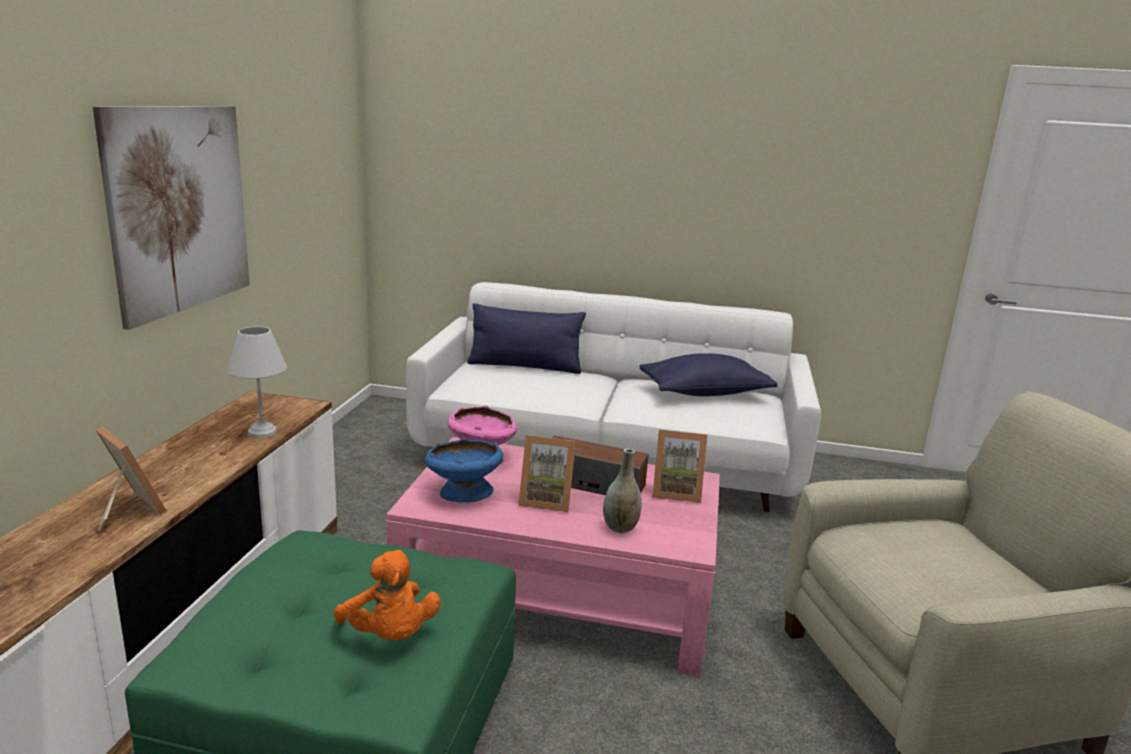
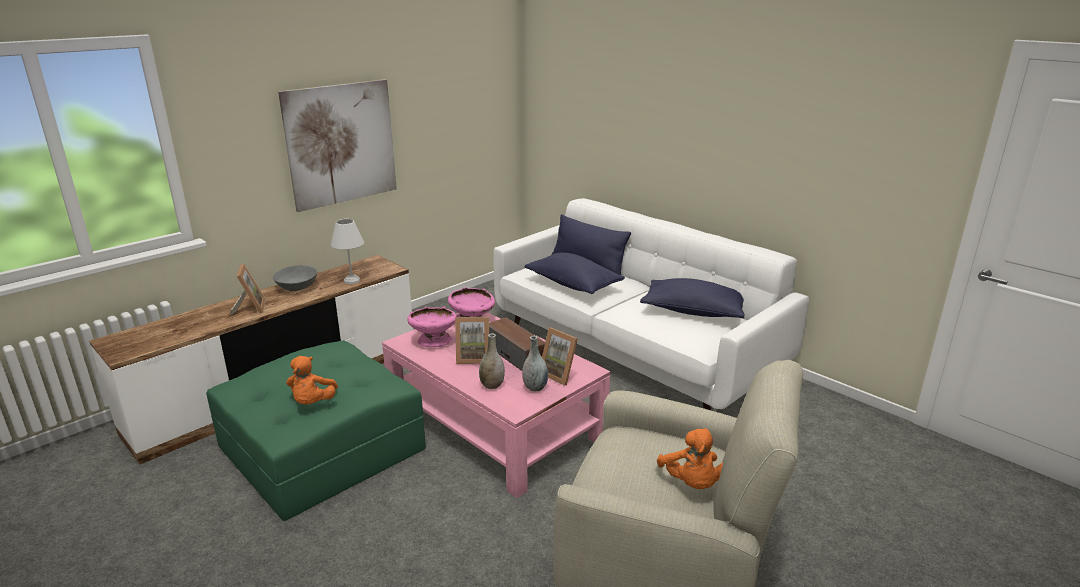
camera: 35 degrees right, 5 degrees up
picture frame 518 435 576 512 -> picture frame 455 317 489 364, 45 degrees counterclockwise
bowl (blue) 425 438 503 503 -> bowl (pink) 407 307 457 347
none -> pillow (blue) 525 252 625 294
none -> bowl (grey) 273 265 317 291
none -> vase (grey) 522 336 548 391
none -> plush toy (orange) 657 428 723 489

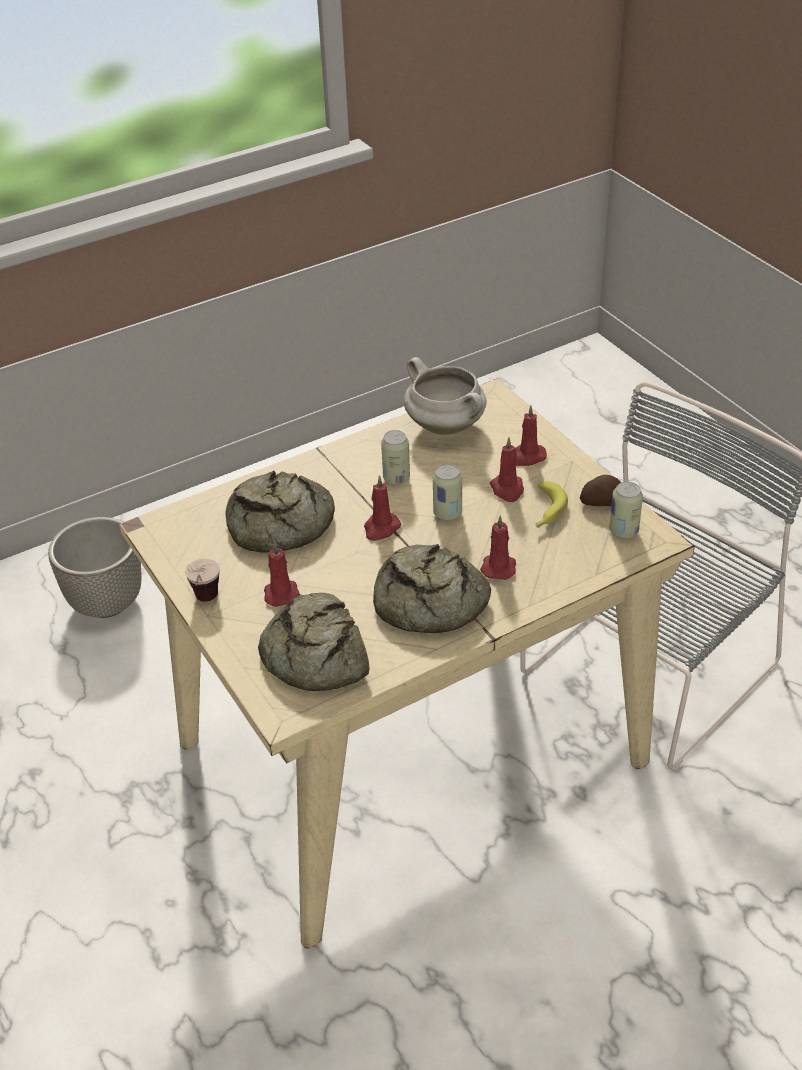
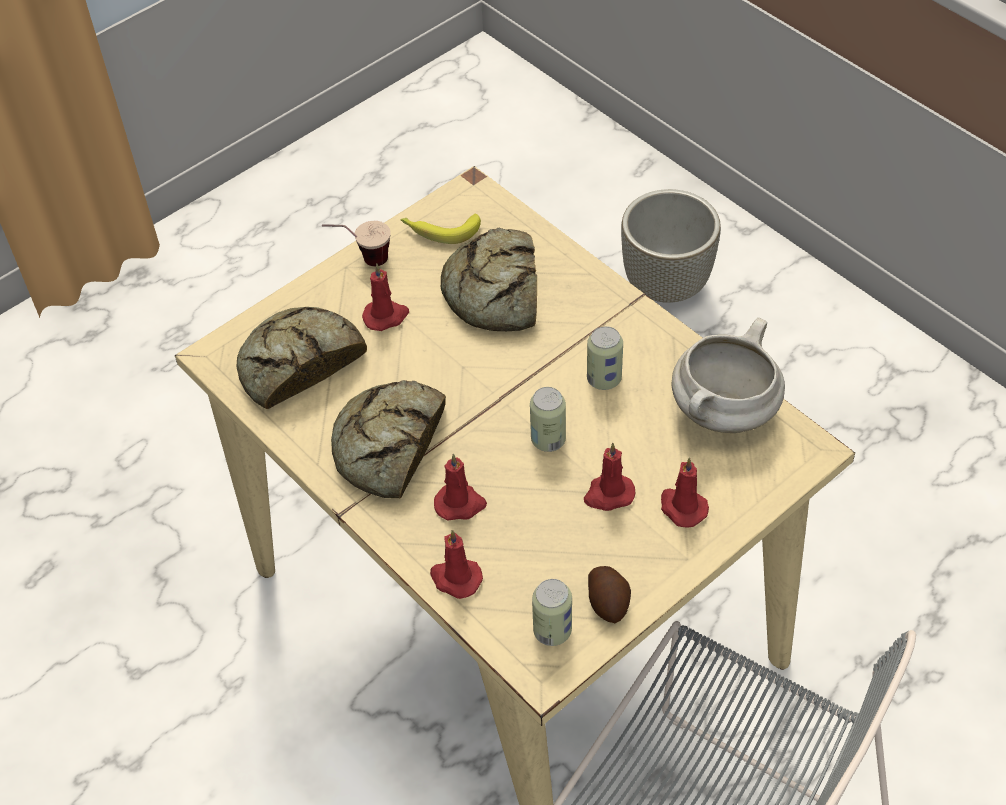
camera: 80 degrees right, 10 degrees up
candle (red) 364 475 401 541 -> candle (red) 430 530 483 599, shifted
banana 536 481 568 528 -> banana 400 213 481 244, shifted

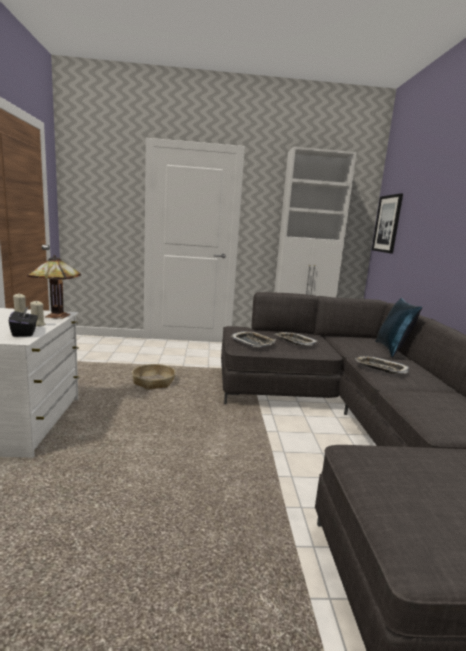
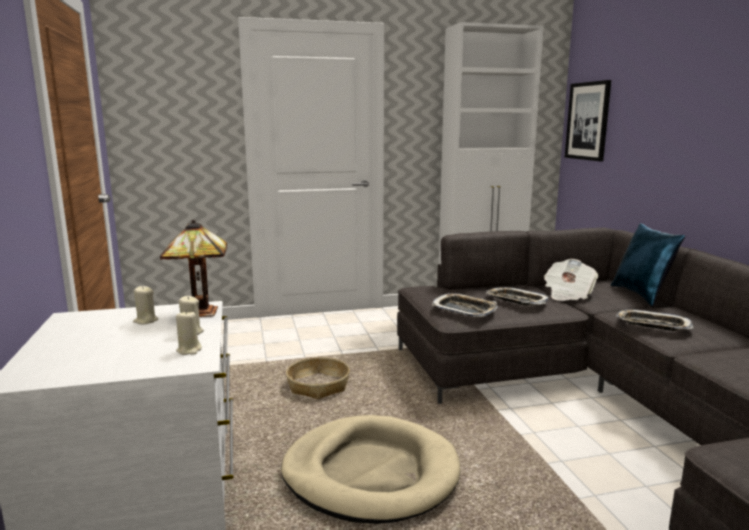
camera: 10 degrees left, 0 degrees up
tissue box (black) 9 306 38 337 -> candle (beige) 176 310 202 355
none -> newspaper 544 259 599 301
none -> dog bed (beige) 281 415 460 524

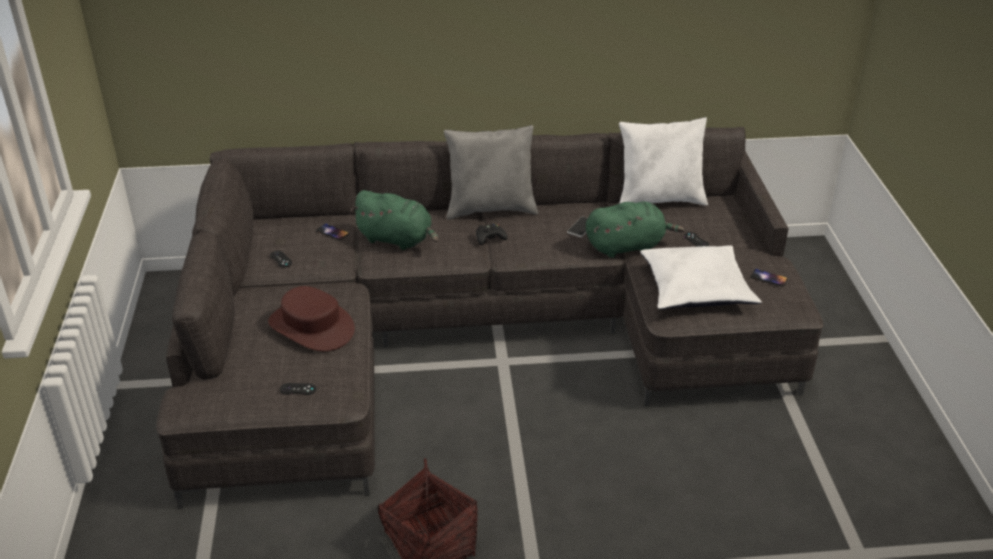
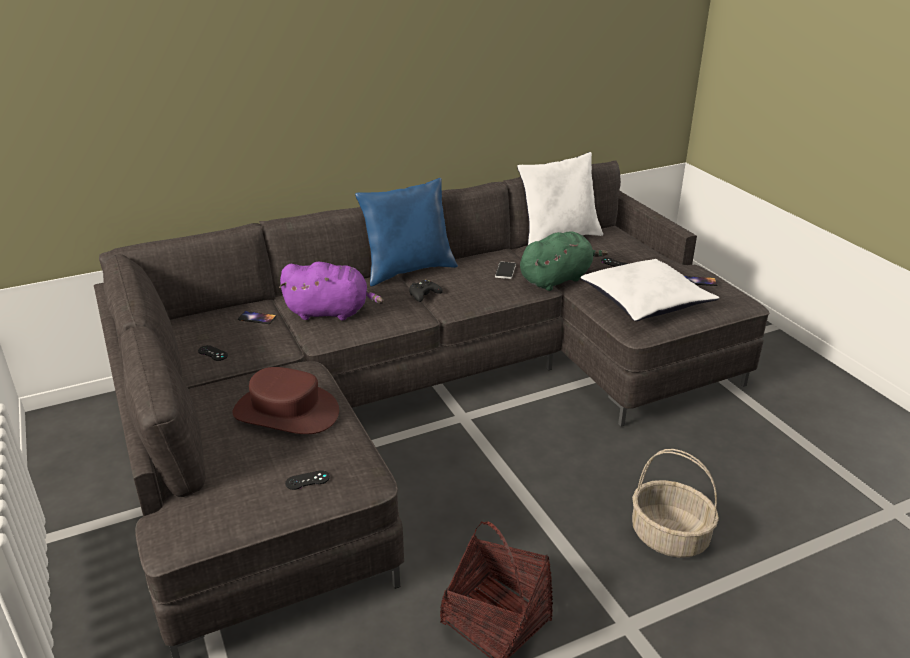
camera: 20 degrees left, 5 degrees down
pillow (grey) 444 125 539 220 -> pillow (blue) 355 178 458 286
plush toy (green) 350 190 439 250 -> plush toy (purple) 279 262 384 321
none -> basket 632 449 719 558

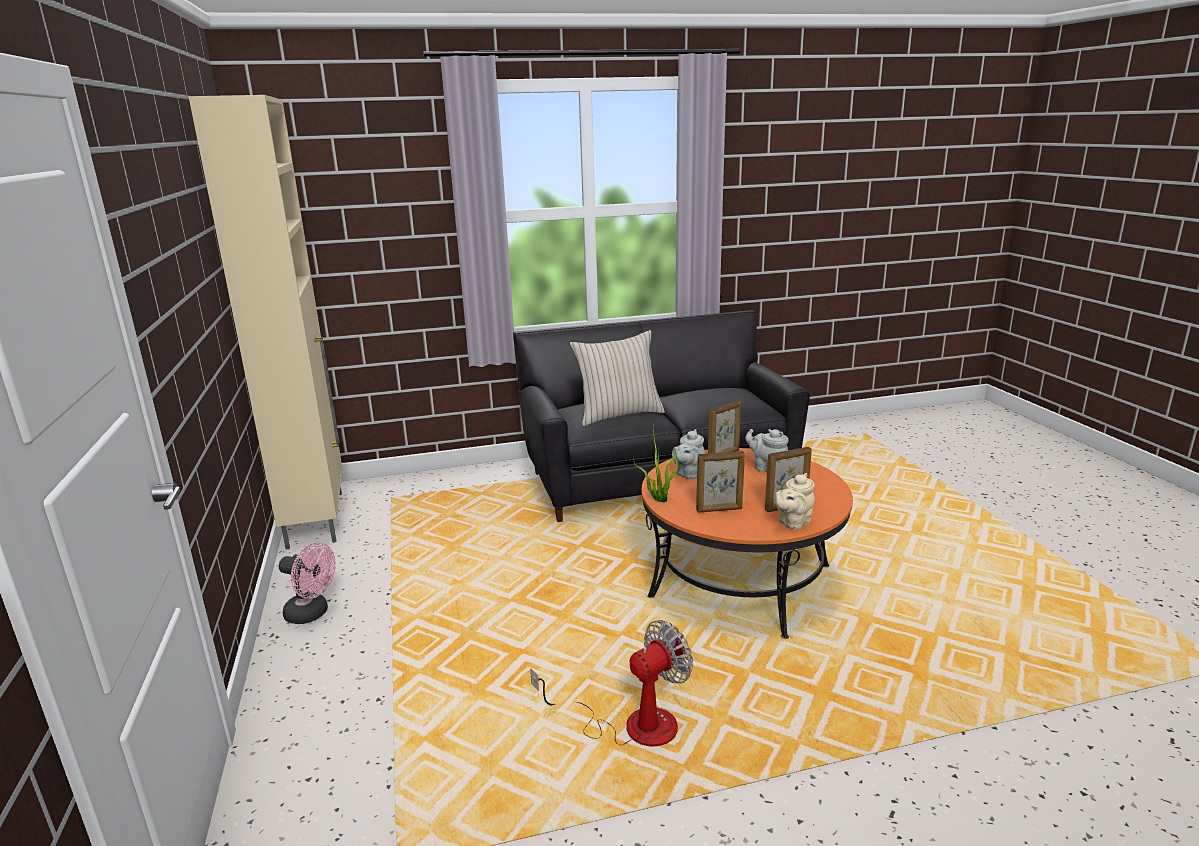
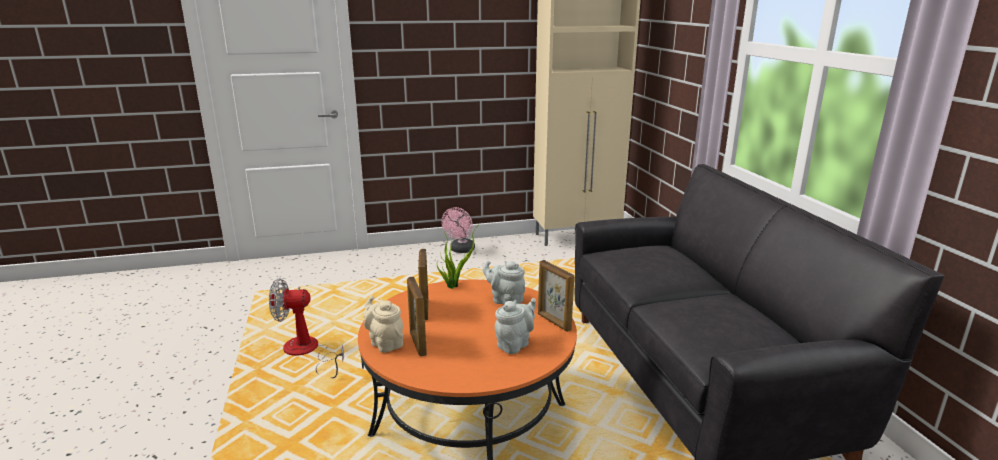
camera: 90 degrees right, 0 degrees up
pillow (beige) 570 330 665 426 -> none
fan 530 620 693 747 -> fan 269 278 344 378, 120 degrees clockwise

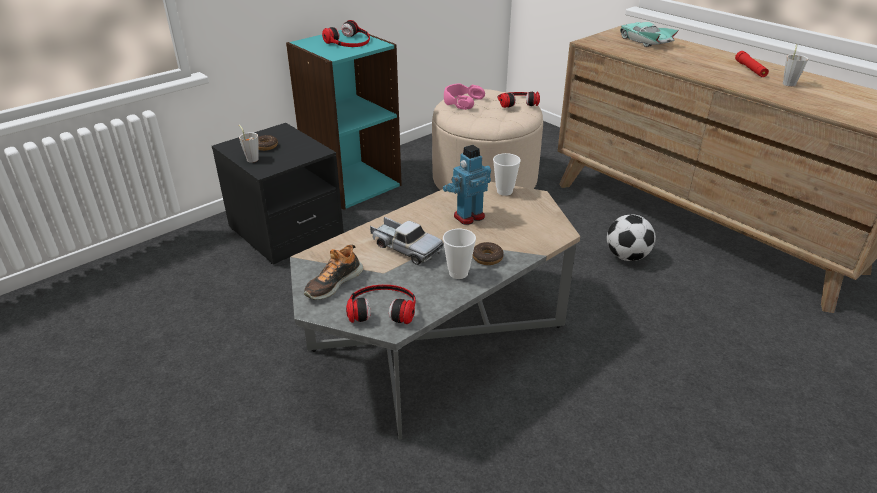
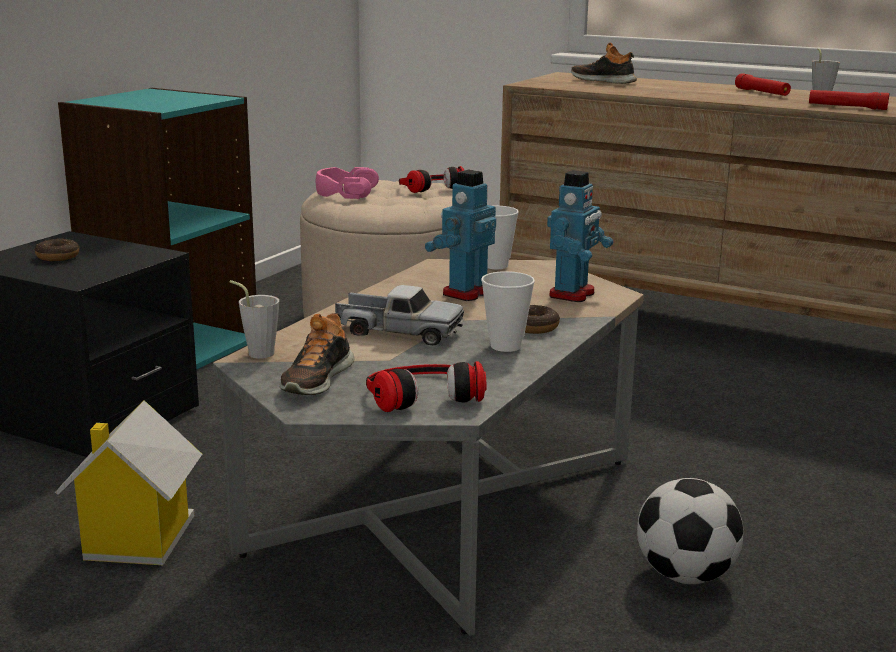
camera: 20 degrees left, 15 degrees down
headphones 322 20 370 47 -> none
toy car (turquoise) 620 22 679 47 -> shoe 571 43 637 84
cup (grey) 239 125 259 163 -> cup (grey) 229 280 279 359, shifted
football 607 214 656 261 -> football 637 478 743 584, shifted
none -> flashlight (red) 809 90 889 110
none -> toy robot 547 170 613 302
none -> toy house 55 400 202 565

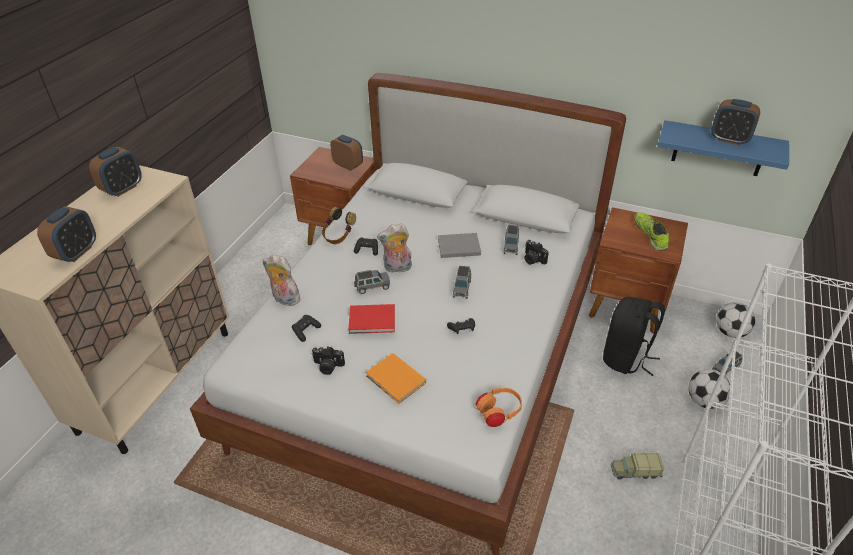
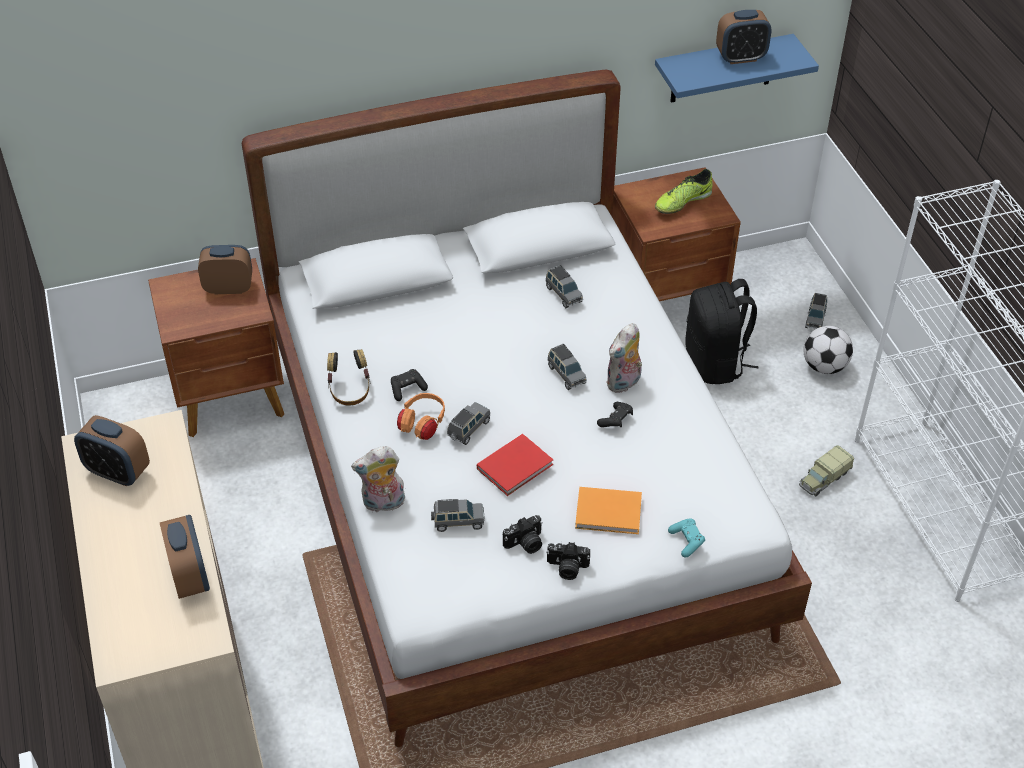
camera: 40 degrees left, 5 degrees up
alarm clock 89 147 142 197 -> alarm clock 74 415 150 486, 120 degrees clockwise
shoe 634 212 669 251 -> shoe 655 169 713 214, 75 degrees counterclockwise
plush toy 377 223 412 273 -> plush toy 606 323 642 393, shifted
book (grey) 438 233 481 258 -> none
photo camera 524 240 549 265 -> photo camera 546 542 590 580, shifted
football 716 302 755 338 -> none
game controller (black) 292 315 321 342 -> toy car (grey) 431 499 485 532
headphones (orange) 475 388 522 427 -> headphones (orange) 397 393 445 440, shifted
none -> game controller (turquoise) 668 518 705 557

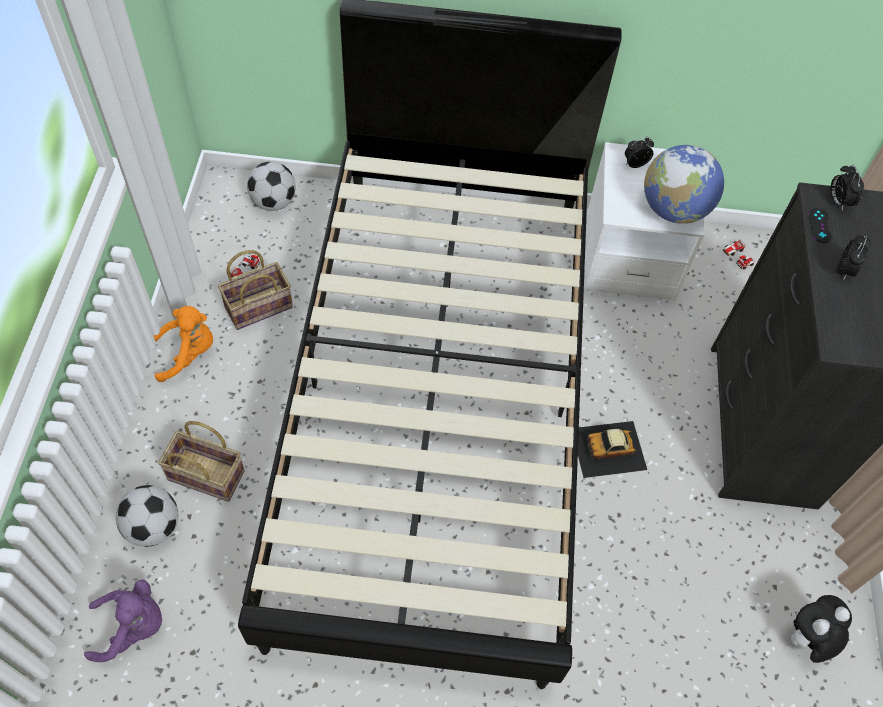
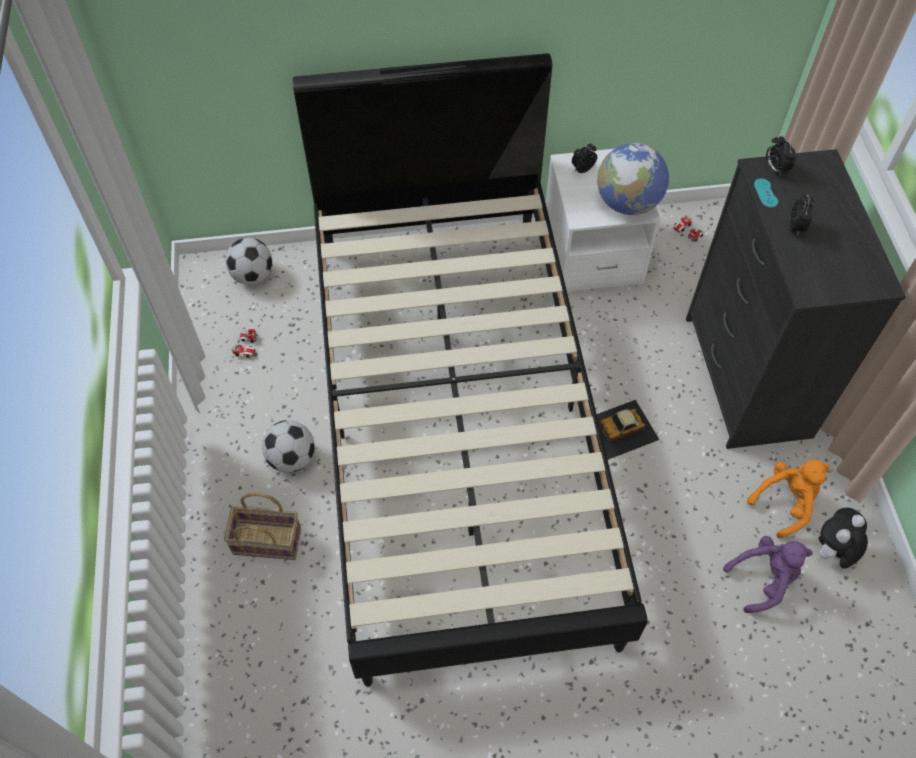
camera: 10 degrees left, 0 degrees up
game controller (black) 809 208 832 243 -> game controller (turquoise) 754 178 778 208
basket 218 250 293 330 -> none
plush toy (orange) 153 306 213 382 -> plush toy (orange) 747 460 830 538, shifted
football 116 485 178 547 -> football 262 420 315 473, shifted
plush toy (purple) 84 580 162 662 -> plush toy (purple) 723 536 813 613, shifted

